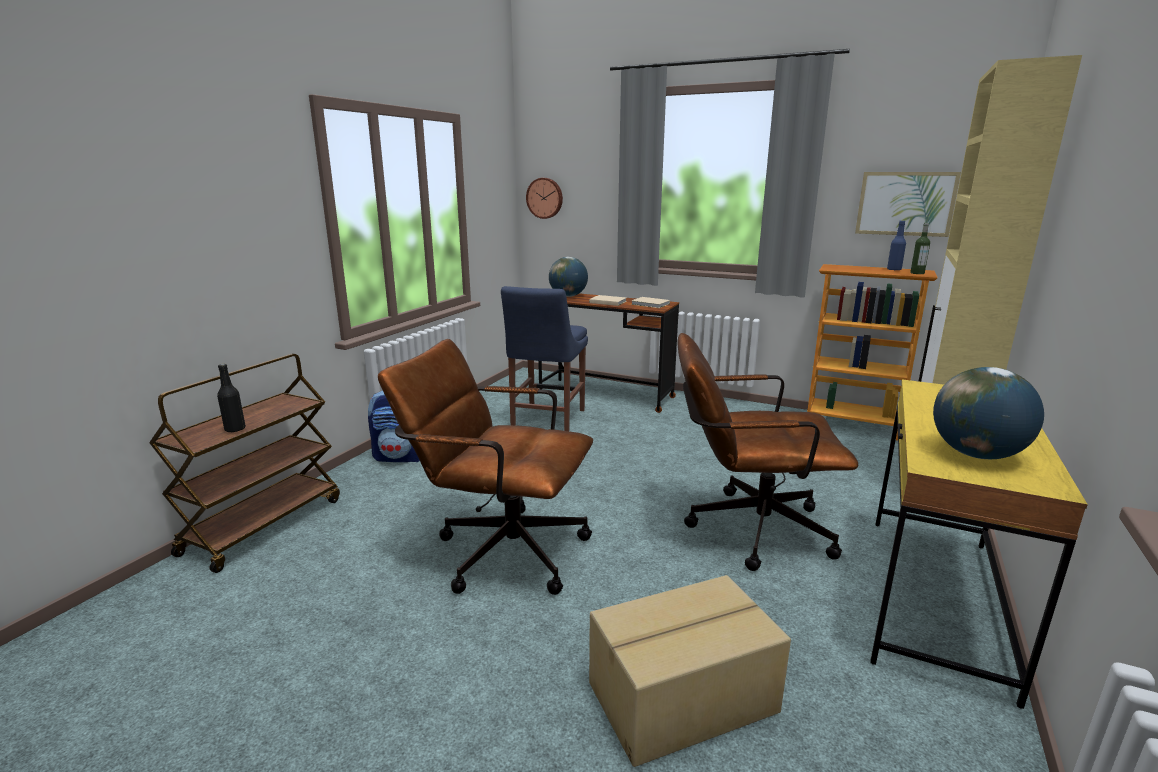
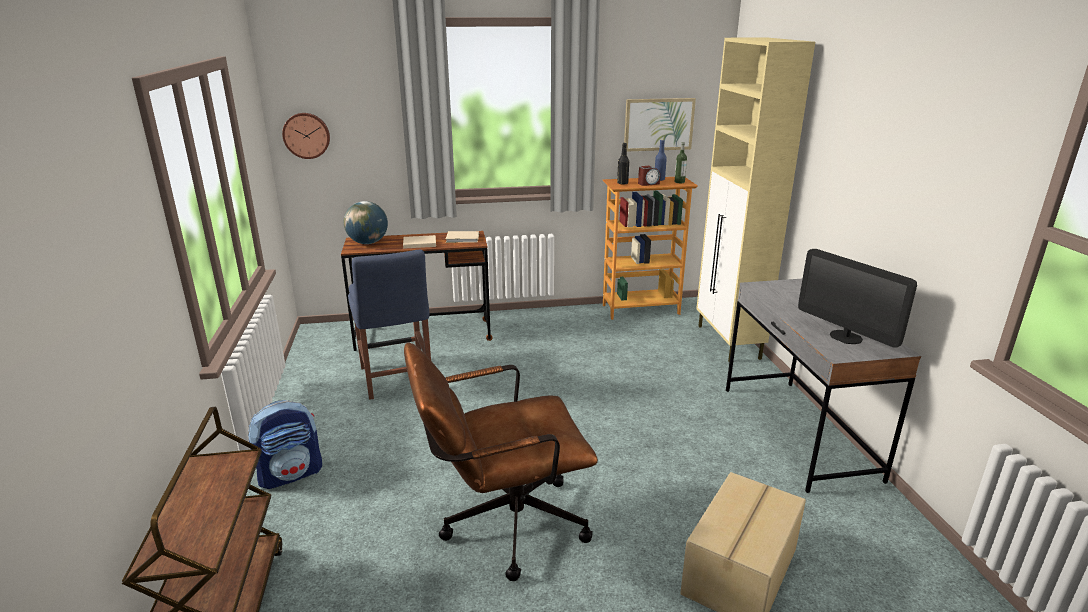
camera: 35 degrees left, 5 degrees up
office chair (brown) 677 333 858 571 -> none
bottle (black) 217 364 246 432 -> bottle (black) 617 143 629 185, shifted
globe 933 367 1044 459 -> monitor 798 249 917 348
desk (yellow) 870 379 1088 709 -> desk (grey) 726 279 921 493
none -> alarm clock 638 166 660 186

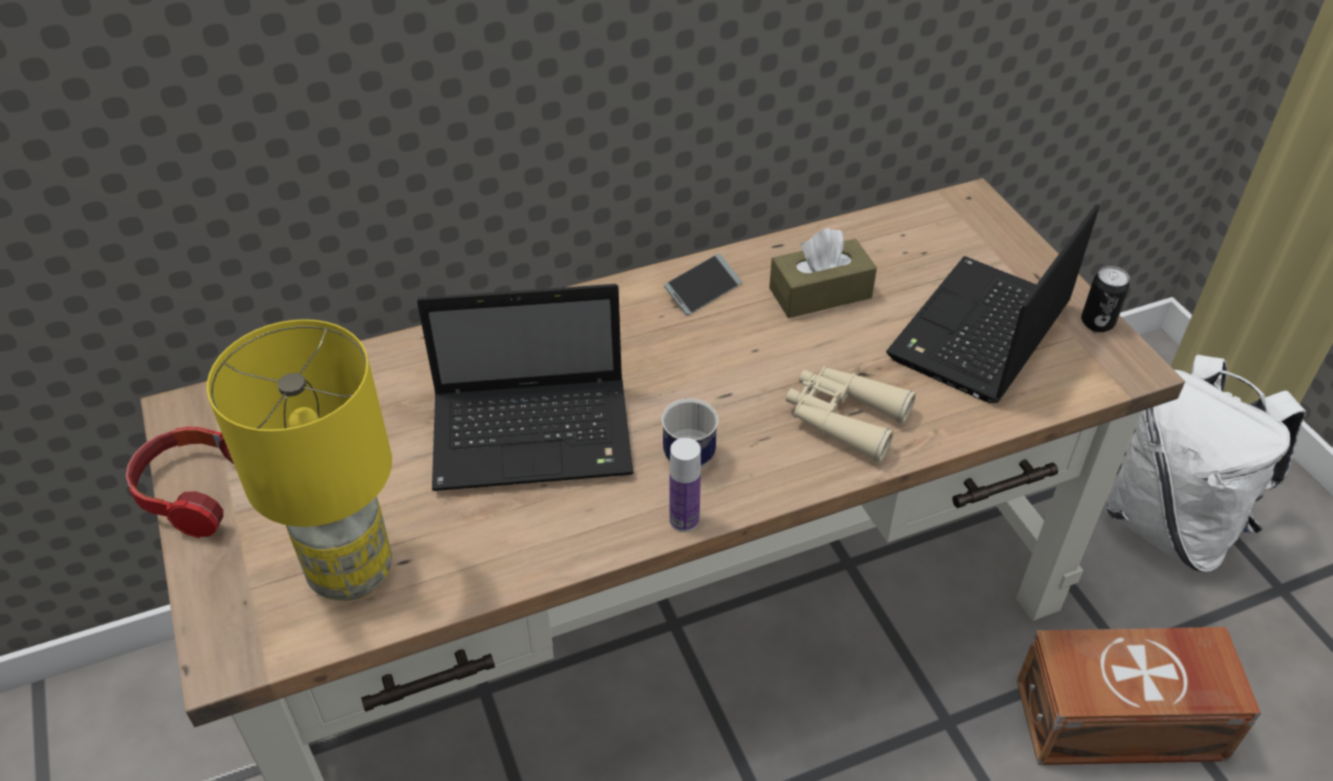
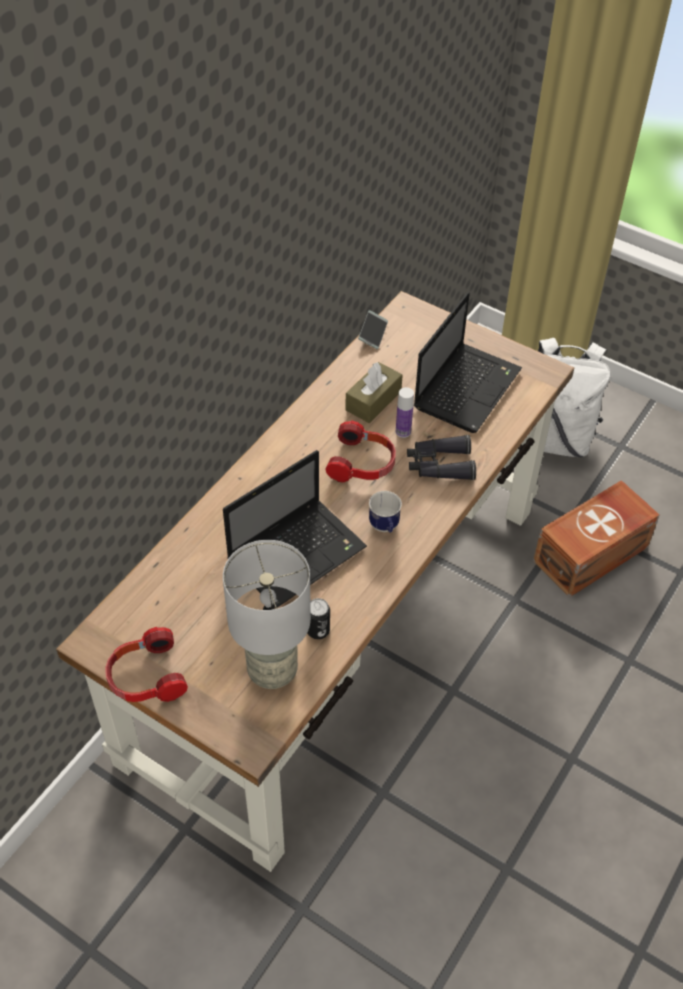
camera: 35 degrees left, 5 degrees up
laptop 886 204 1099 403 -> laptop 414 292 522 433, 150 degrees counterclockwise
phone 664 254 742 315 -> phone 358 310 388 349, shifted
can 1081 266 1130 332 -> can 307 598 330 639, shifted
table lamp (yellow) 207 319 392 601 -> table lamp (grey) 223 540 311 689
binoculars (beige) 786 366 916 462 -> binoculars (black) 407 435 476 480
bottle 669 438 701 532 -> bottle 396 387 414 438, shifted
none -> headphones 325 420 396 482

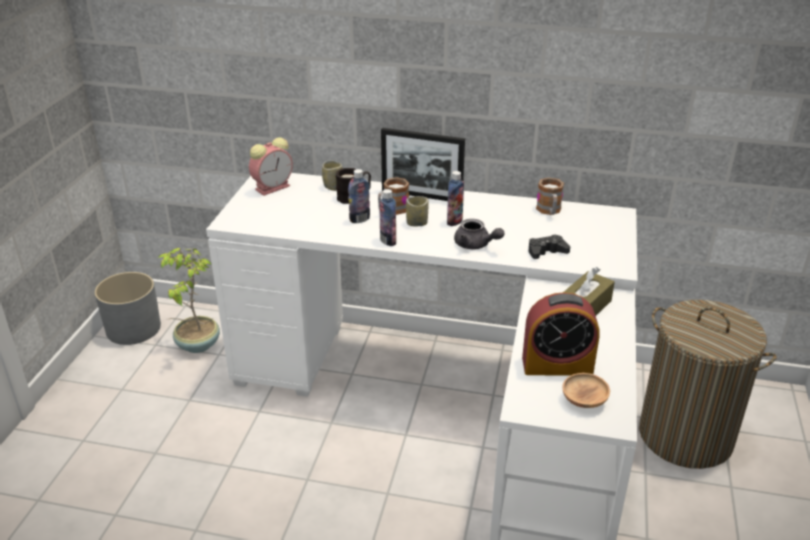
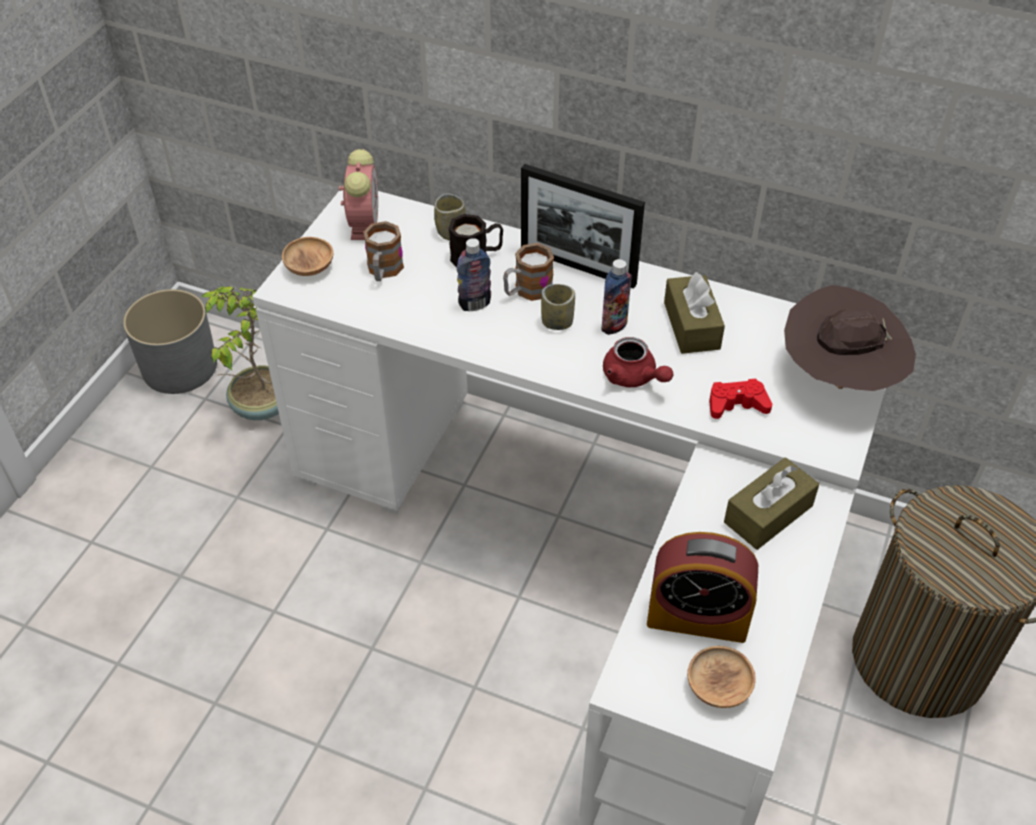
camera: 10 degrees right, 15 degrees up
alarm clock 249 137 293 196 -> alarm clock 339 149 378 240, 60 degrees counterclockwise
mug 536 178 564 215 -> mug 363 221 404 281, shifted
bottle 379 189 396 246 -> none
teapot (grey) 454 219 504 250 -> teapot (red) 603 337 674 387
game controller (black) 529 234 570 259 -> game controller (red) 709 379 772 419
none -> bowl (brown) 282 237 333 276
none -> tissue box (brown) 664 271 725 354
none -> hat (brown) 784 285 916 391

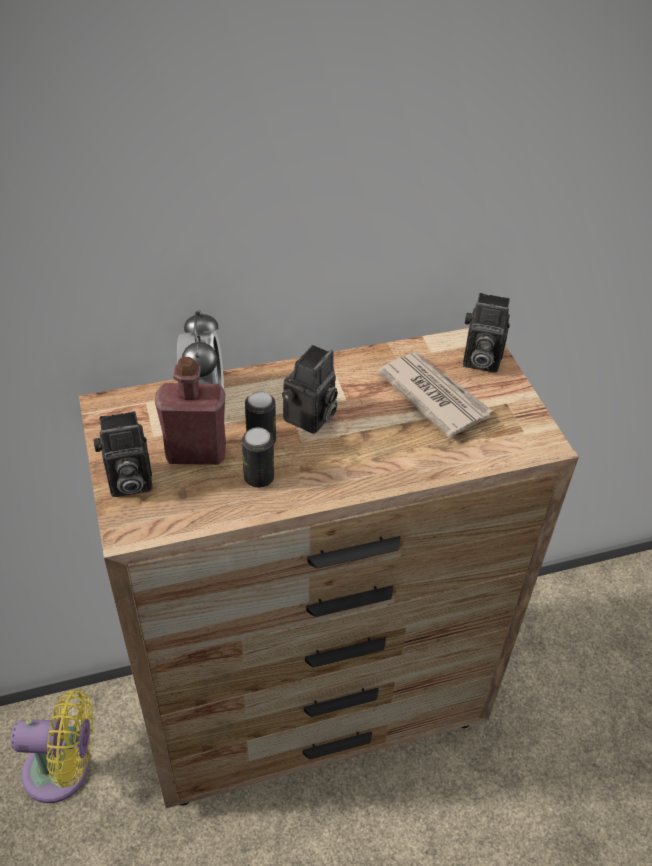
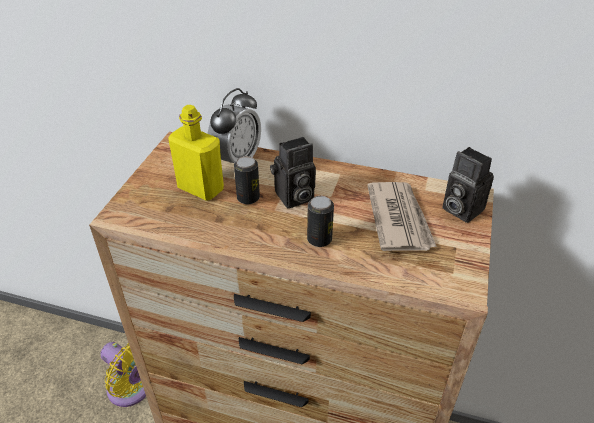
camera: 35 degrees right, 5 degrees down
bottle (red) 155 357 226 465 -> bottle (yellow) 168 105 224 201
photo camera 94 411 153 497 -> none
can 242 428 274 488 -> can 307 196 334 247, shifted

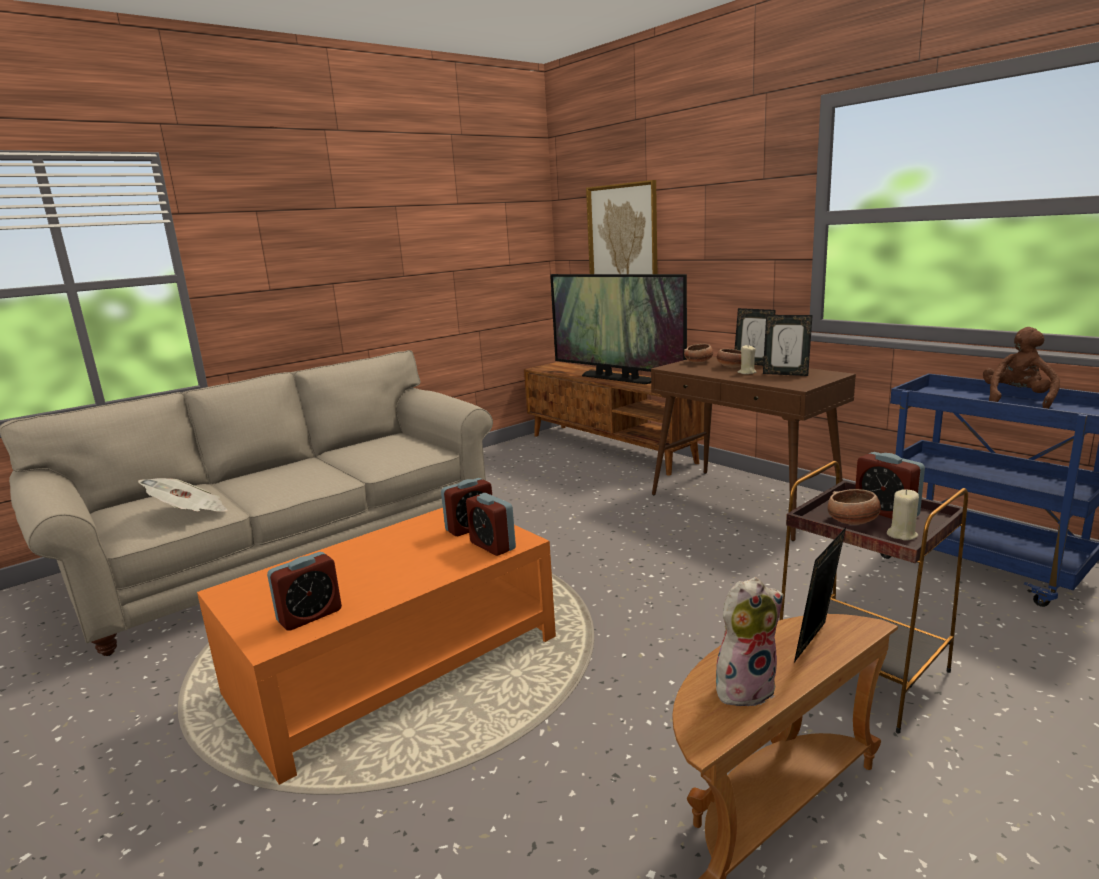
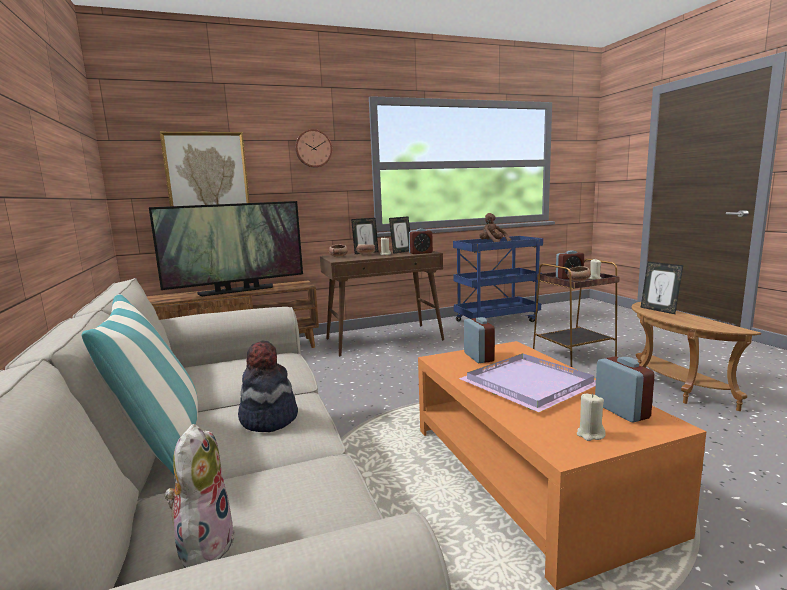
camera: 70 degrees left, 5 degrees down
newspaper 138 478 228 512 -> none
alarm clock 466 493 516 556 -> alarm clock 409 229 433 254, shifted
plush toy 716 577 784 710 -> plush toy 165 424 235 568, shifted
none -> wall clock 295 129 332 168
none -> pillow 82 294 198 475
none -> hat 238 341 298 432
none -> tray (purple) 459 353 596 412
none -> candle (beige) 577 393 606 441

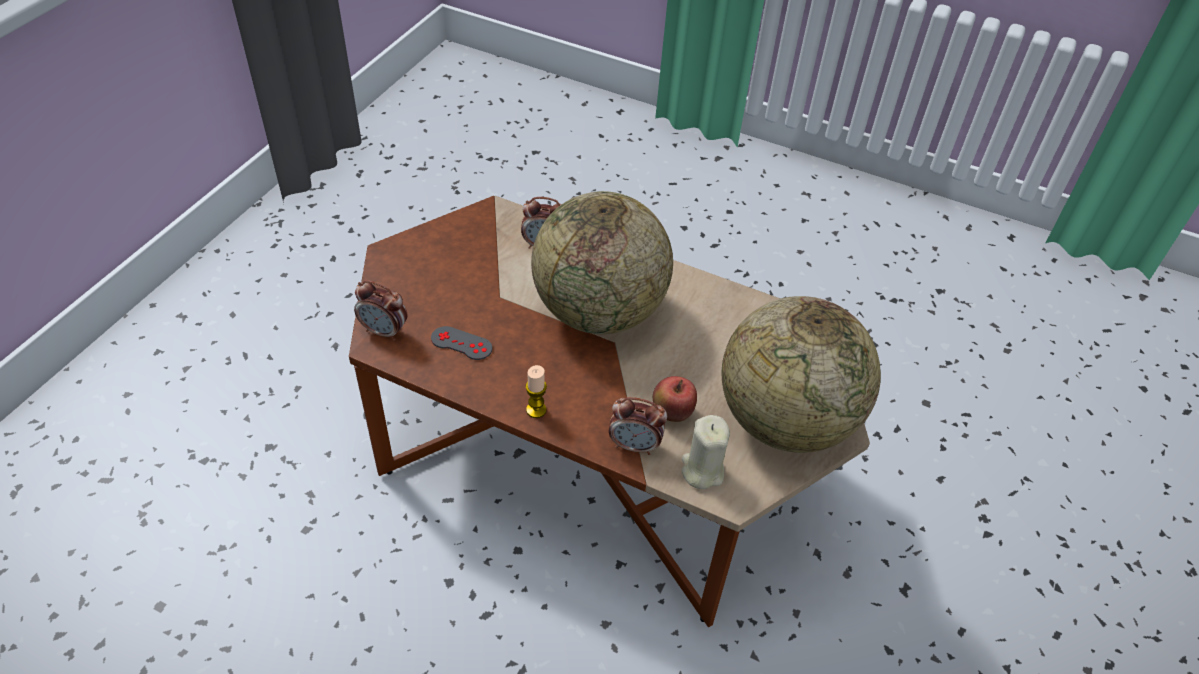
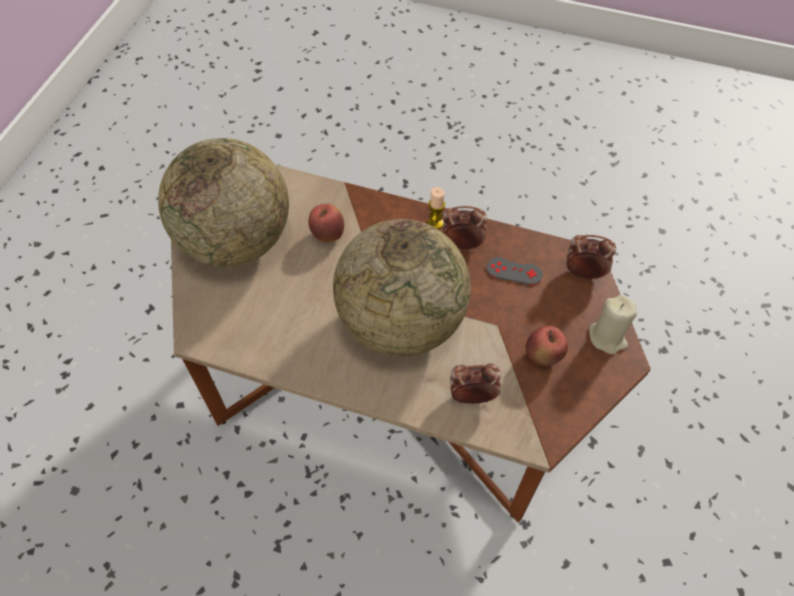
camera: 175 degrees right, 10 degrees up
alarm clock 609 397 667 455 -> alarm clock 443 206 487 250, shifted
candle (beige) 682 415 730 489 -> candle (beige) 589 295 637 354, shifted
none -> apple 525 326 568 366

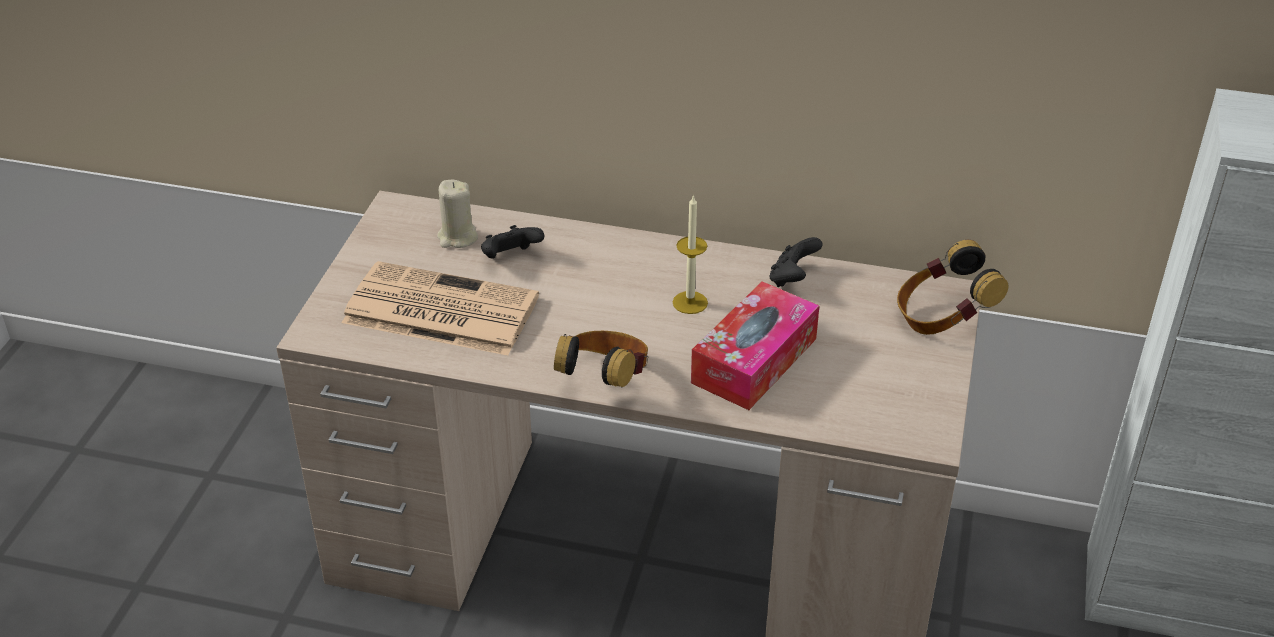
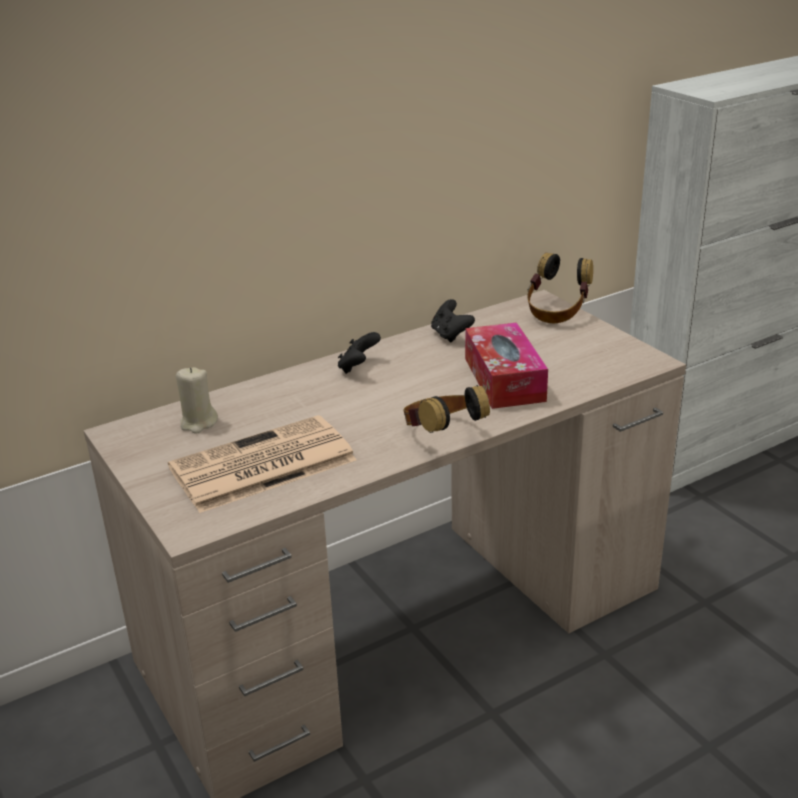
camera: 45 degrees left, 10 degrees down
candle 673 194 708 314 -> none
game controller (black) 481 225 544 259 -> game controller (black) 338 332 381 374, shifted

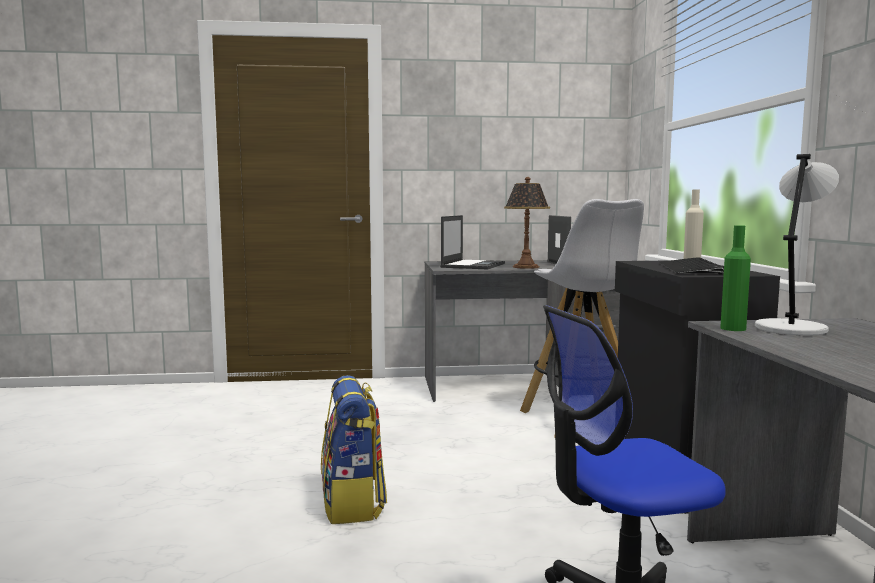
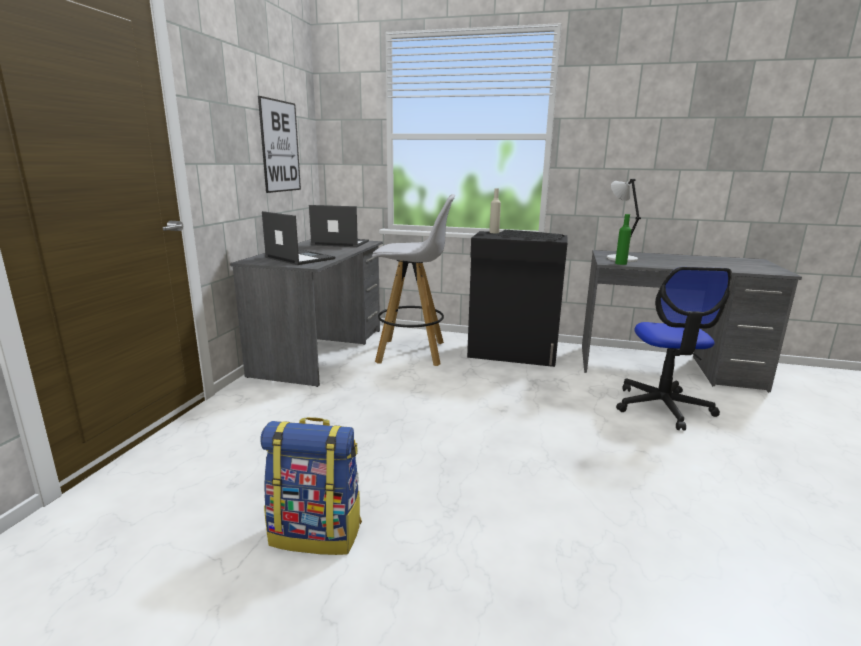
camera: 70 degrees left, 10 degrees up
table lamp 504 177 550 269 -> none
backpack 321 375 387 524 -> backpack 260 417 362 555, shifted
none -> picture 258 96 301 193

